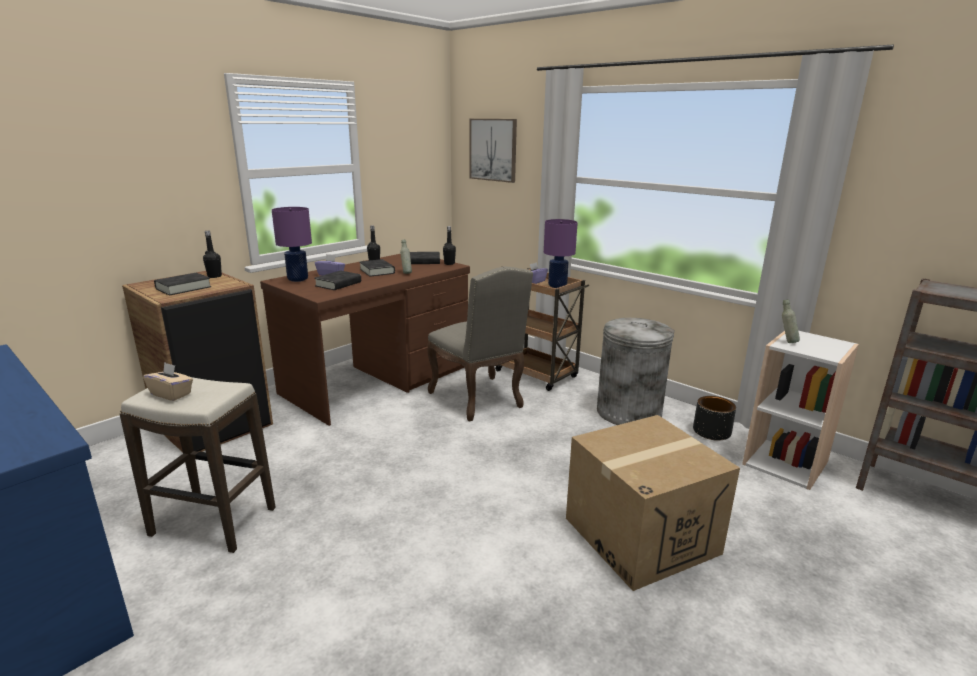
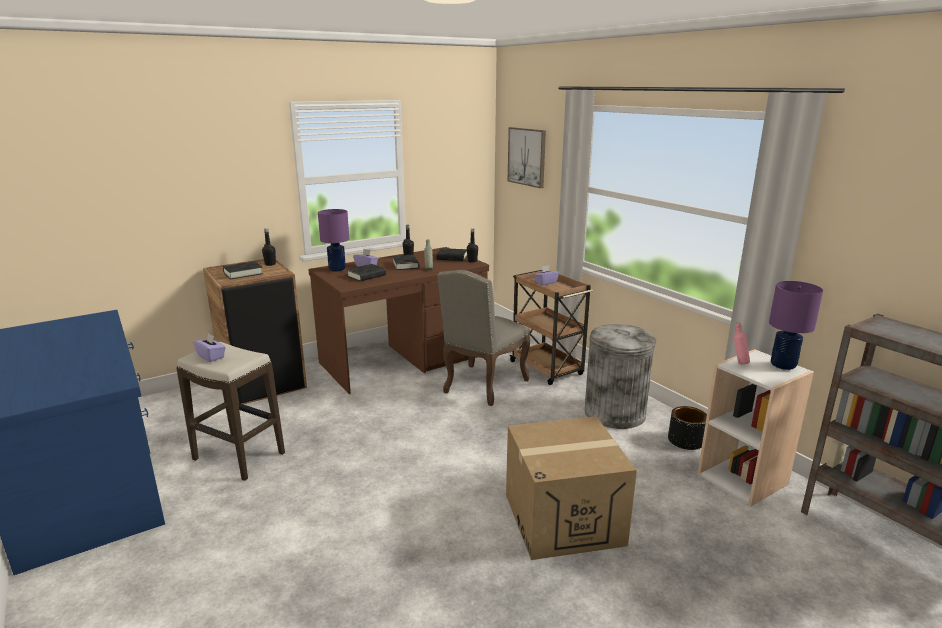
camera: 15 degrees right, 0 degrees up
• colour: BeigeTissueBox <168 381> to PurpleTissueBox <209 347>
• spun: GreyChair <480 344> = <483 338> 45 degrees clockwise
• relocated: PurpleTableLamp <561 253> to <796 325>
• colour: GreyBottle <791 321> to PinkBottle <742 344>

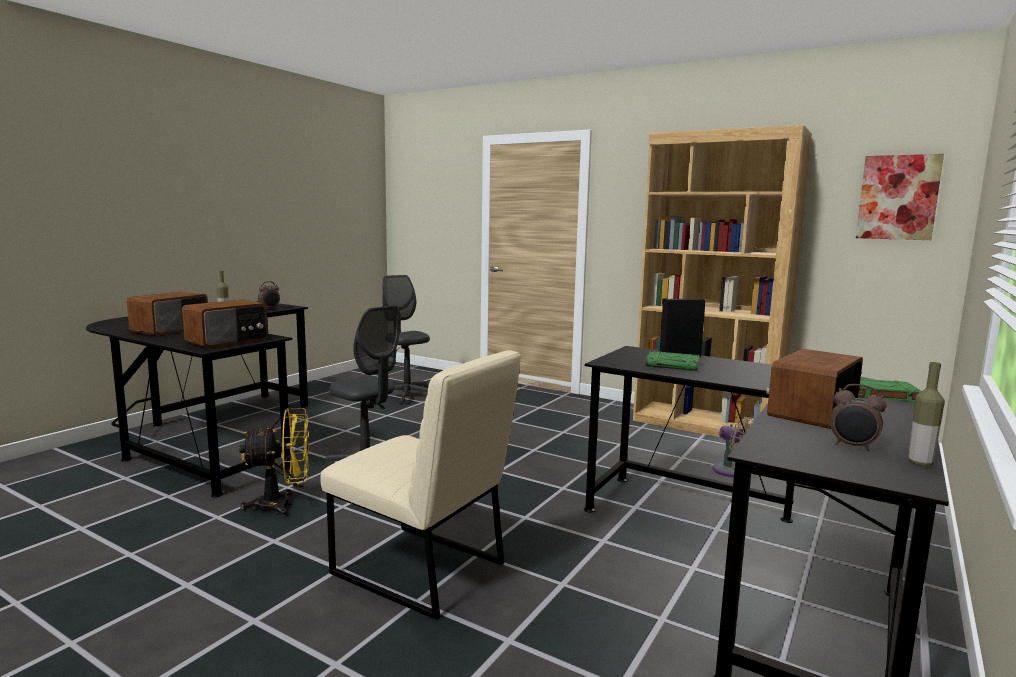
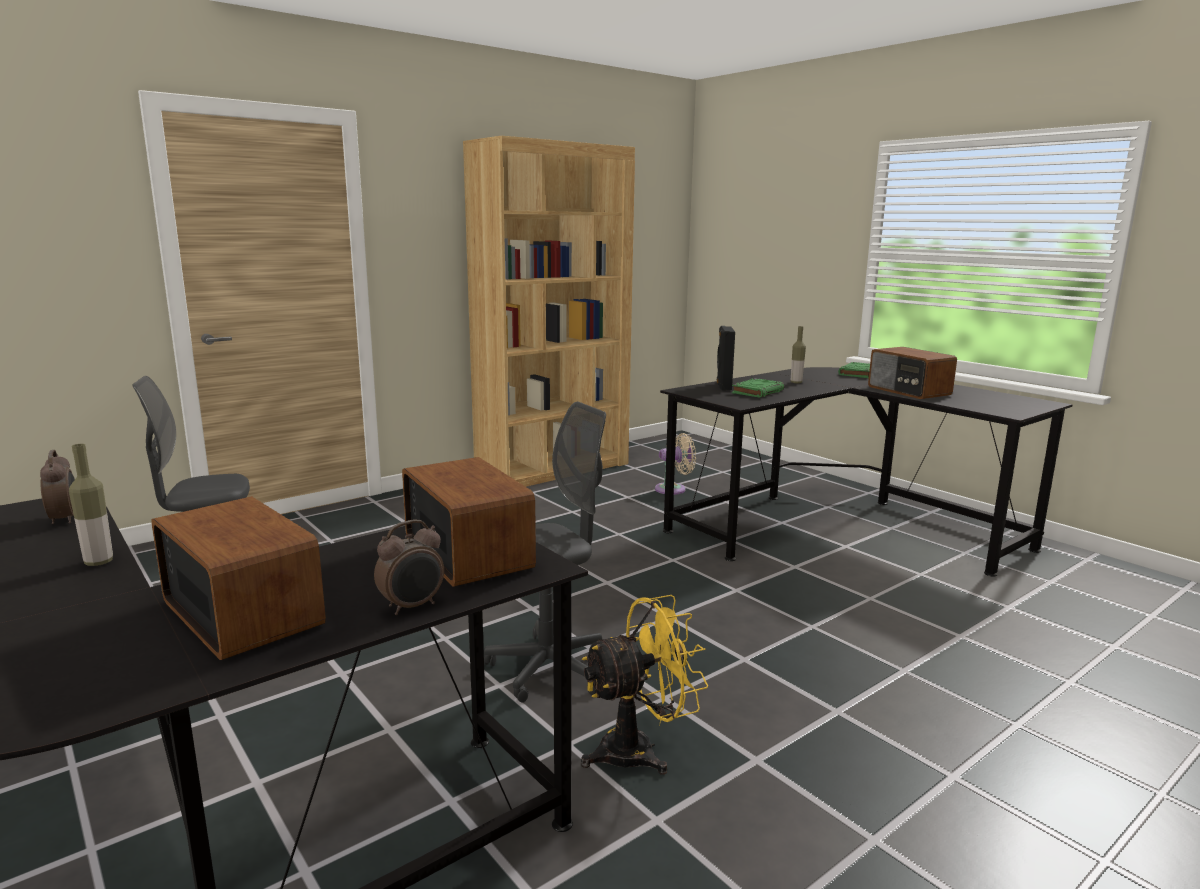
camera: 70 degrees left, 5 degrees up
• spun: YellowFan <274 462> = <644 685> 60 degrees clockwise
• missing: BeigeChair <420 485>
• relocated: AlarmClock <858 417> to <409 567>
• missing: Picture <900 197>
• relocated: Bottle <926 414> to <798 355>

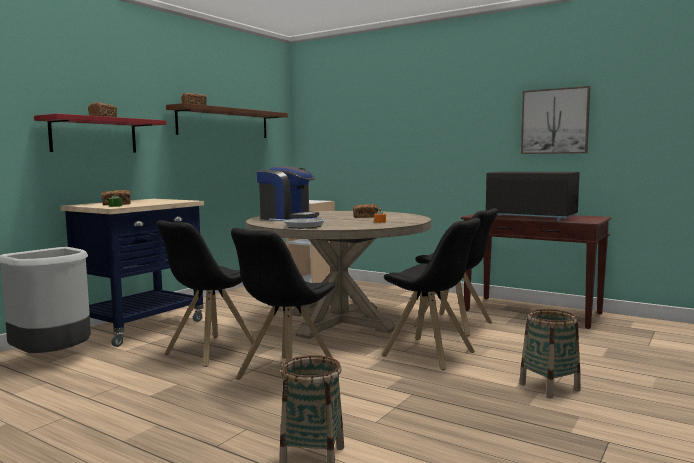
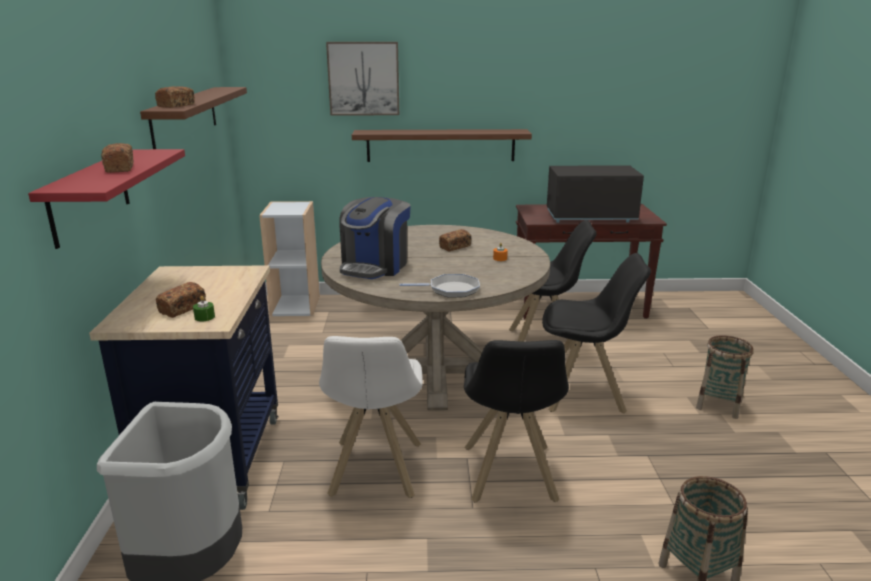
camera: 35 degrees left, 15 degrees up
• colour: BlackChair <207 293> to WhiteChair <371 417>
• spun: CoffeeMachine <287 193> = <375 238> 120 degrees clockwise
• relocated: Picture <555 120> to <362 79>
• appeared: BrownShelf <442 145>

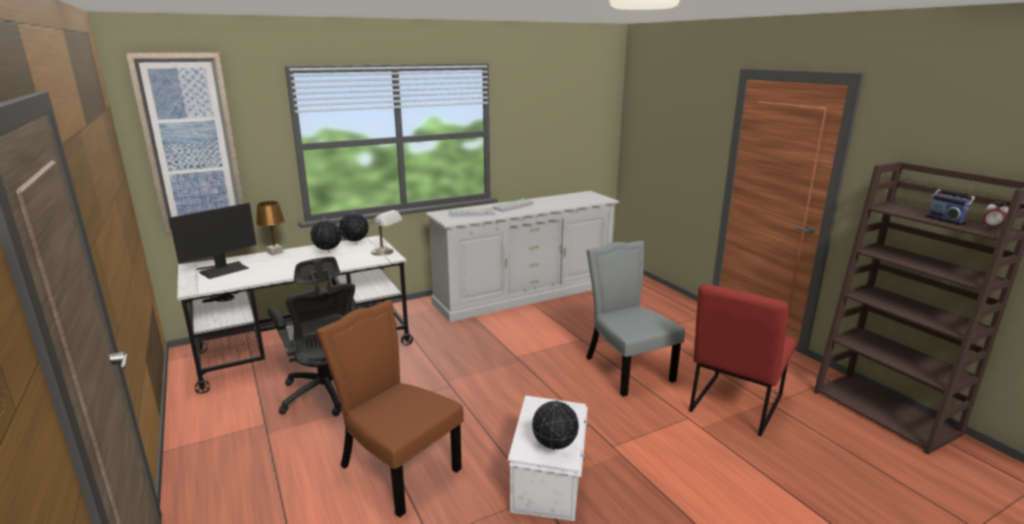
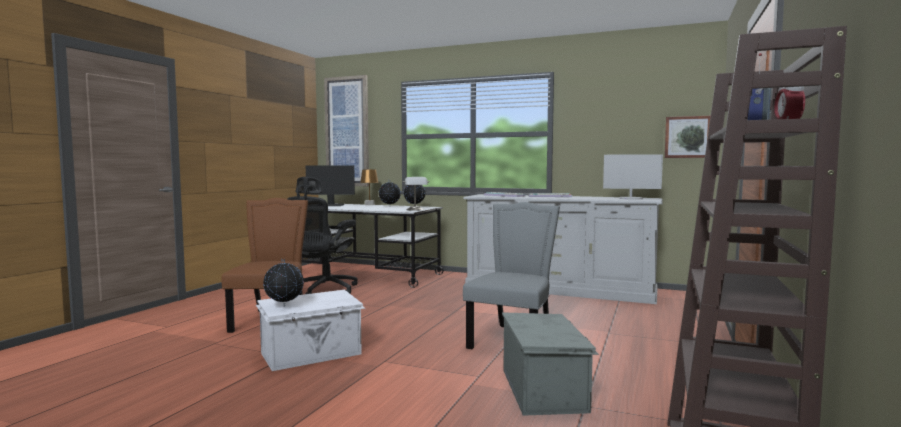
camera: 50 degrees right, 15 degrees down
• exchanged: RedChair <742 360> to GreyStorageBox <550 364>
• appeared: Monitor <633 177>
• appeared: Picture <688 137>

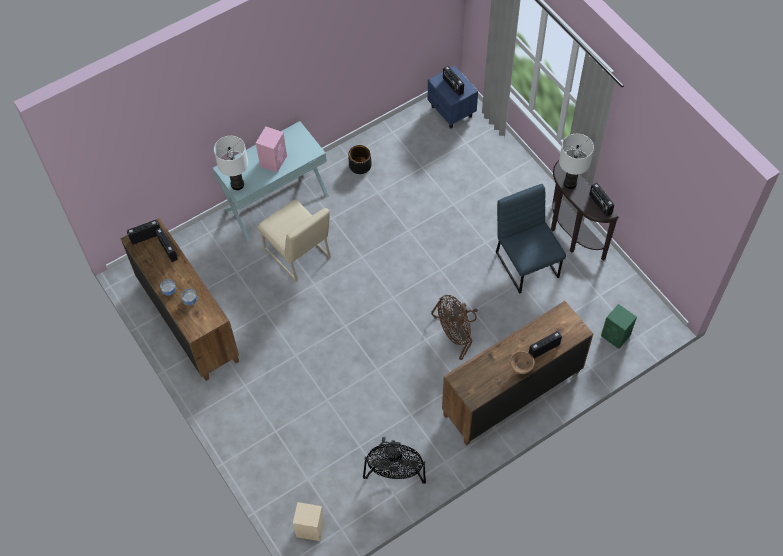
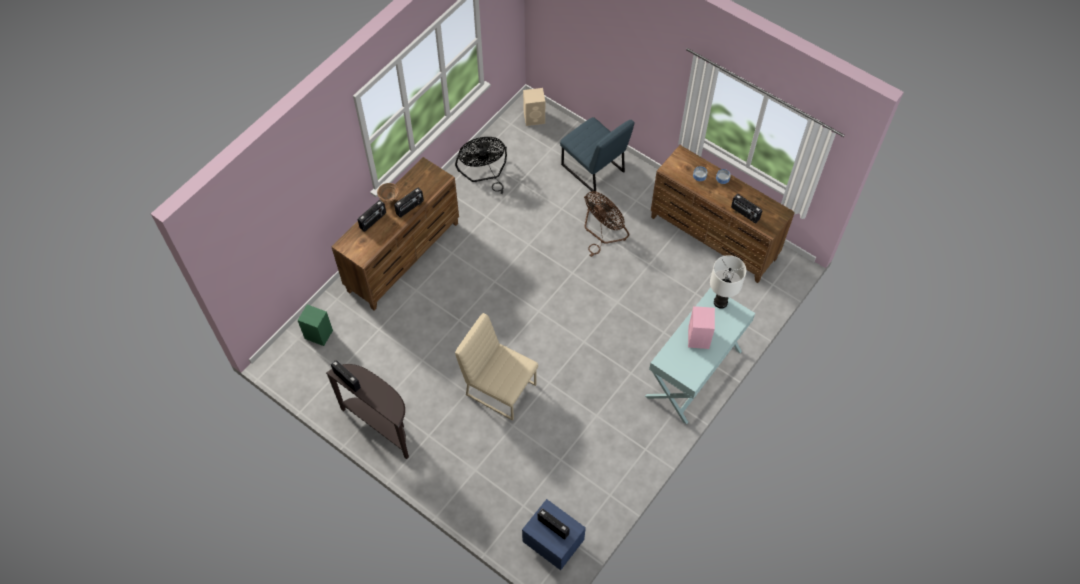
camera: 160 degrees right, 0 degrees up
• relocated: Radio <143 232> to <409 203>
• relocated: BeigeChair <294 241> to <496 367>
• missing: BlackPlanter <360 159>
• relocated: BrownFan <454 327> to <607 224>
• relocated: BlueChair <531 238> to <597 155>
• missing: WhiteTableLamp <576 161>

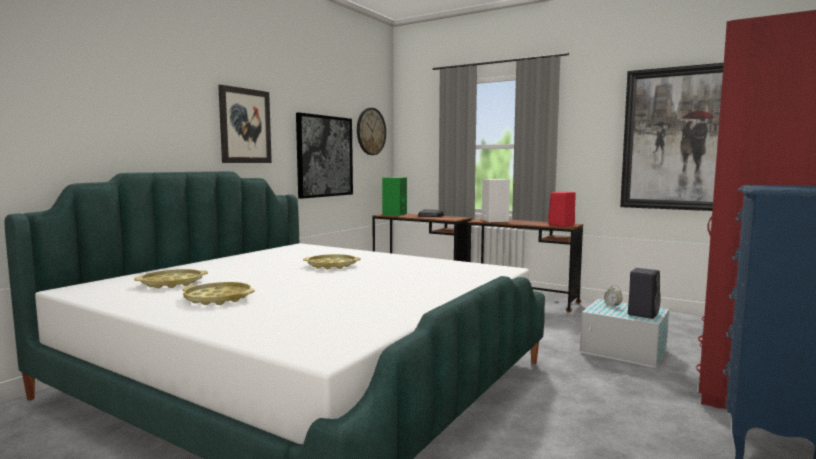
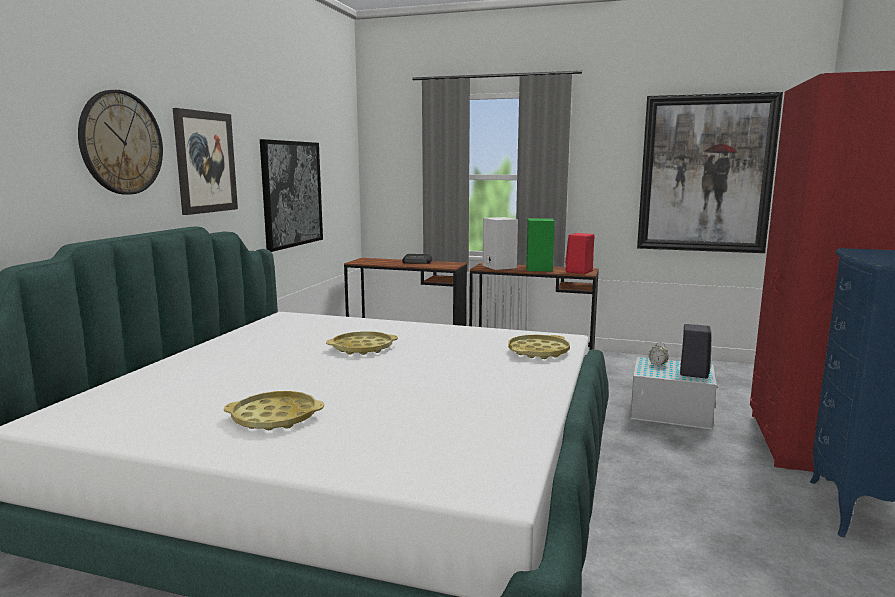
camera: 15 degrees left, 5 degrees up
• relocated: YellowTray <171 279> to <539 347>
• relocated: WallClock <371 131> to <120 142>
• relocated: GreenSpeaker <394 196> to <540 244>

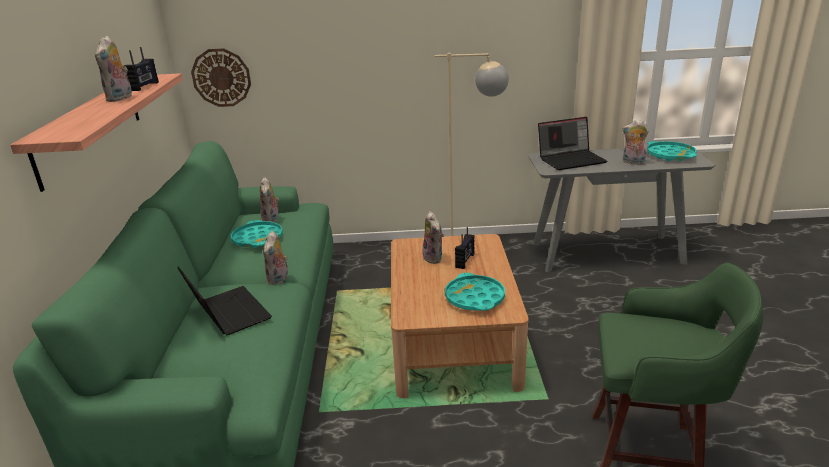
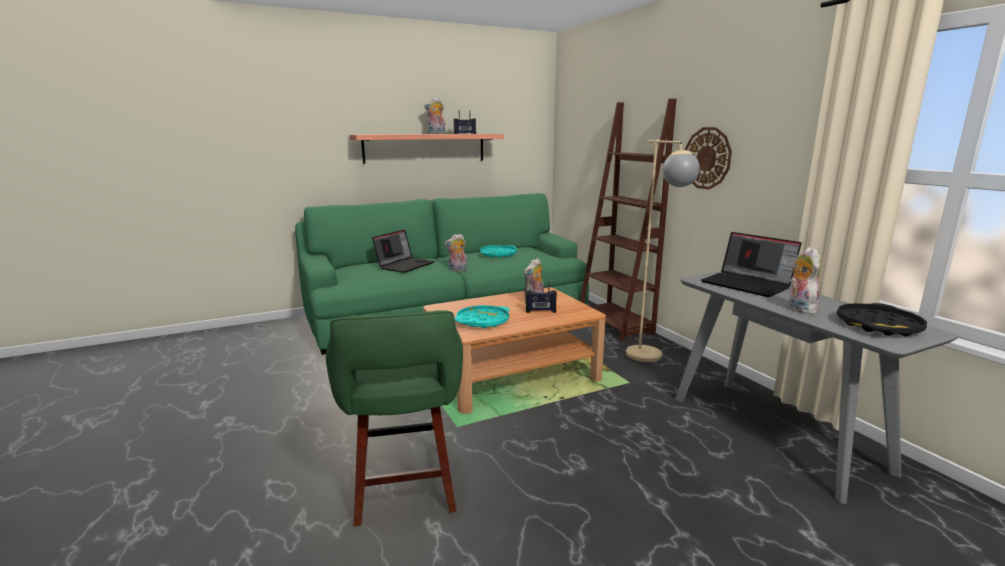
camera: 65 degrees right, 10 degrees down
• relocated: WallClock <221 77> to <708 158>
• missing: PlushToy <269 200>
• colour: TurquoiseTray <672 151> to BlackTray <882 319>
• appeared: BrownBookcase <628 220>

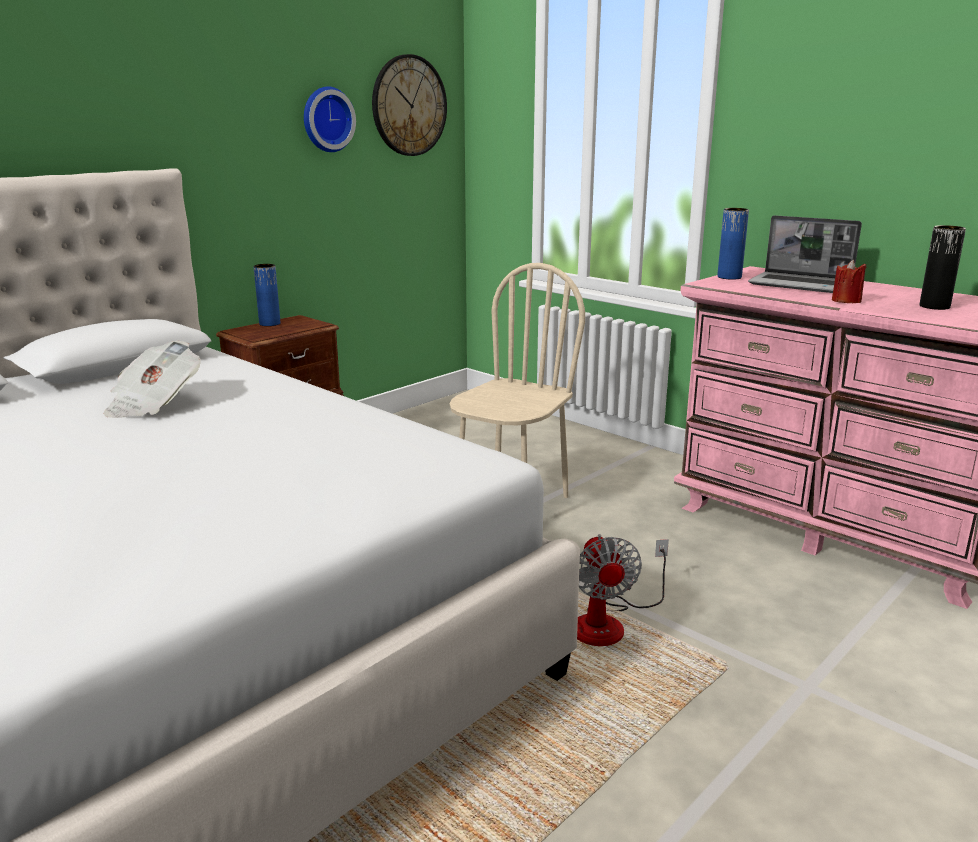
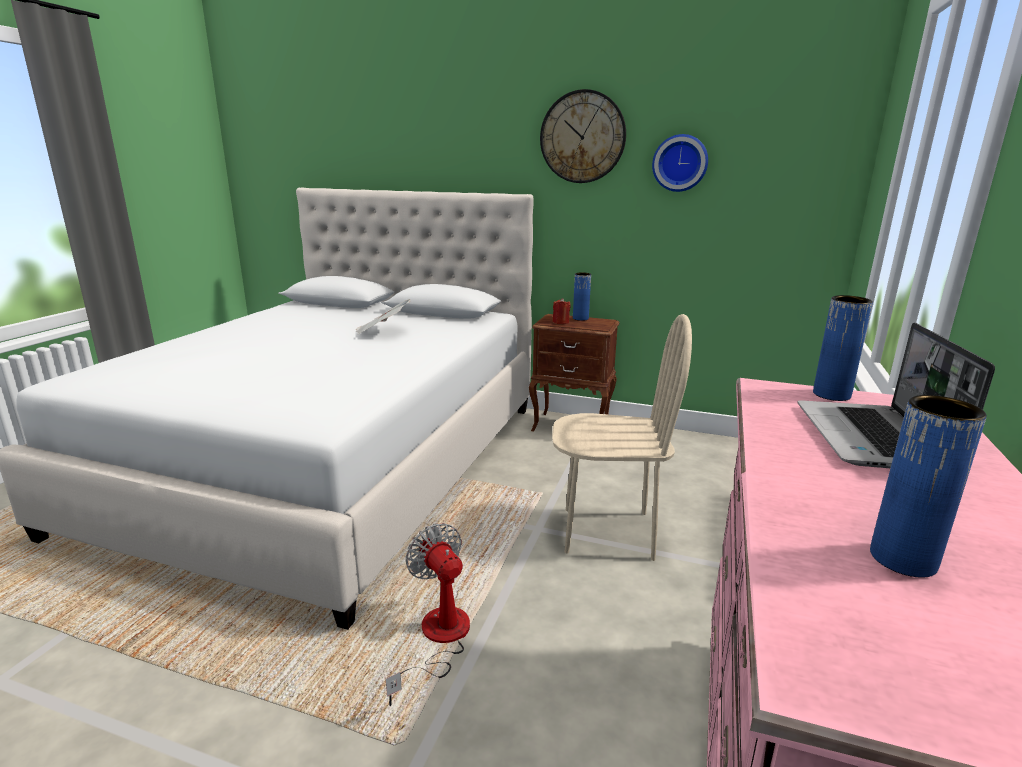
camera: 65 degrees right, 0 degrees up
• relocated: WallClock <409 105> to <583 136>
• spun: Fan <623 590> = <428 614> 90 degrees clockwise
• relocated: RedCandle <849 281> to <562 311>
• colour: BlackVase <943 267> to BlueVase <928 486>

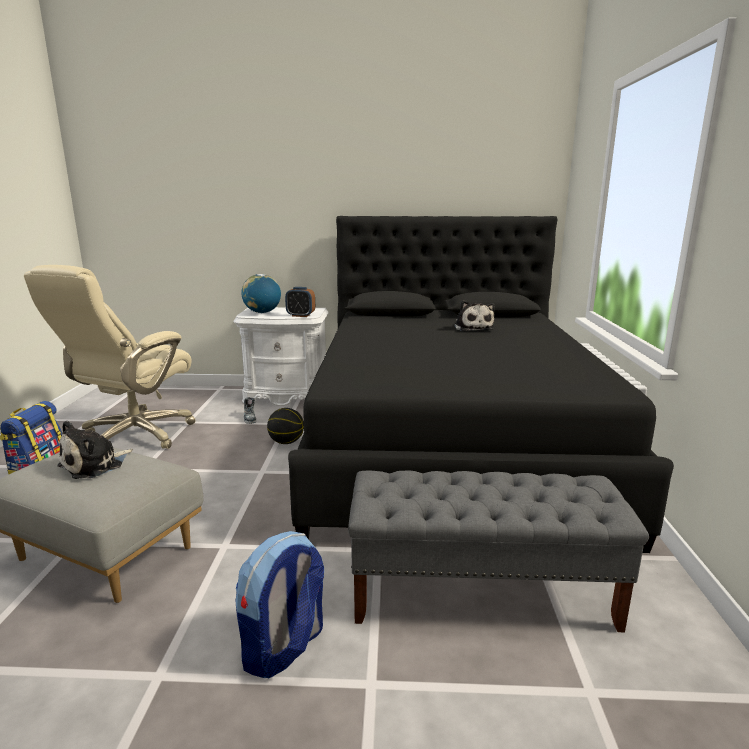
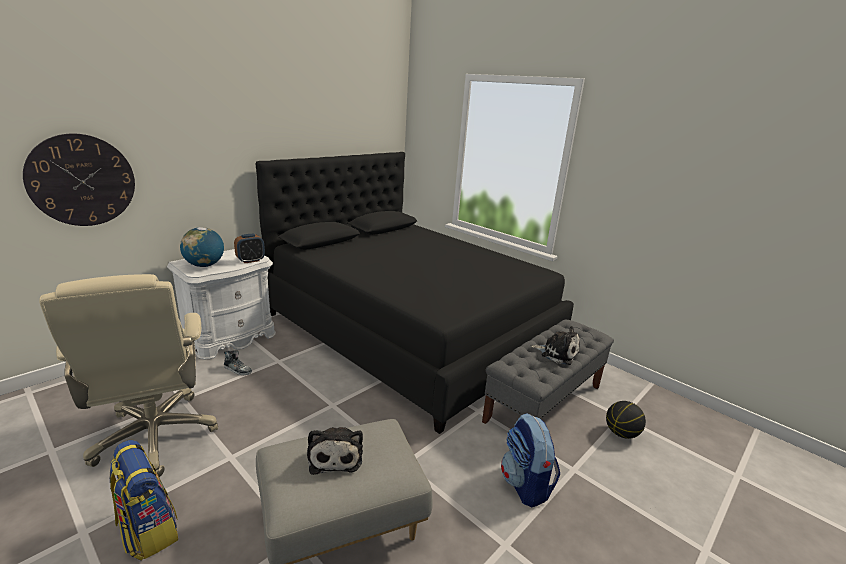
camera: 50 degrees left, 5 degrees up
• relocated: Basketball <285 426> to <626 420>
• relocated: PlushToy <474 315> to <555 345>
• appeared: WallClock <79 179>

